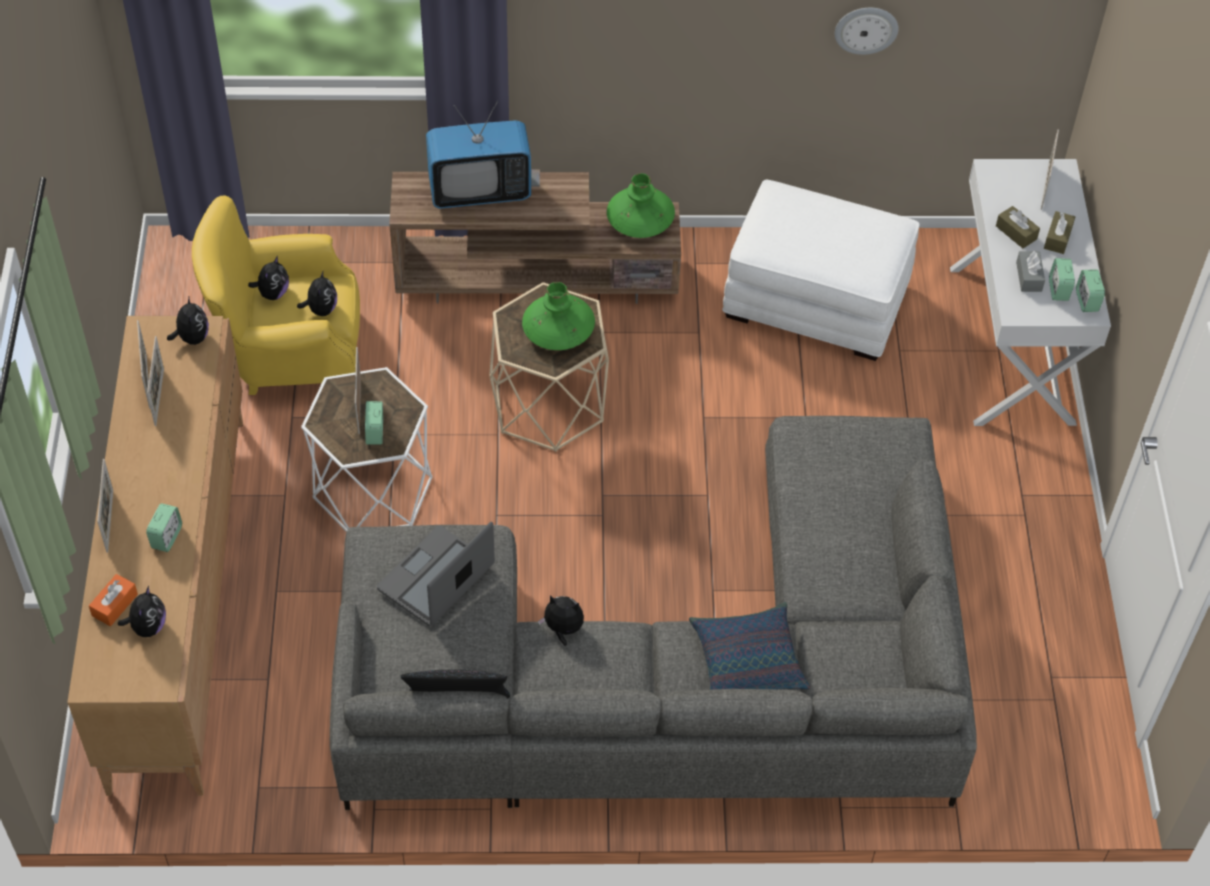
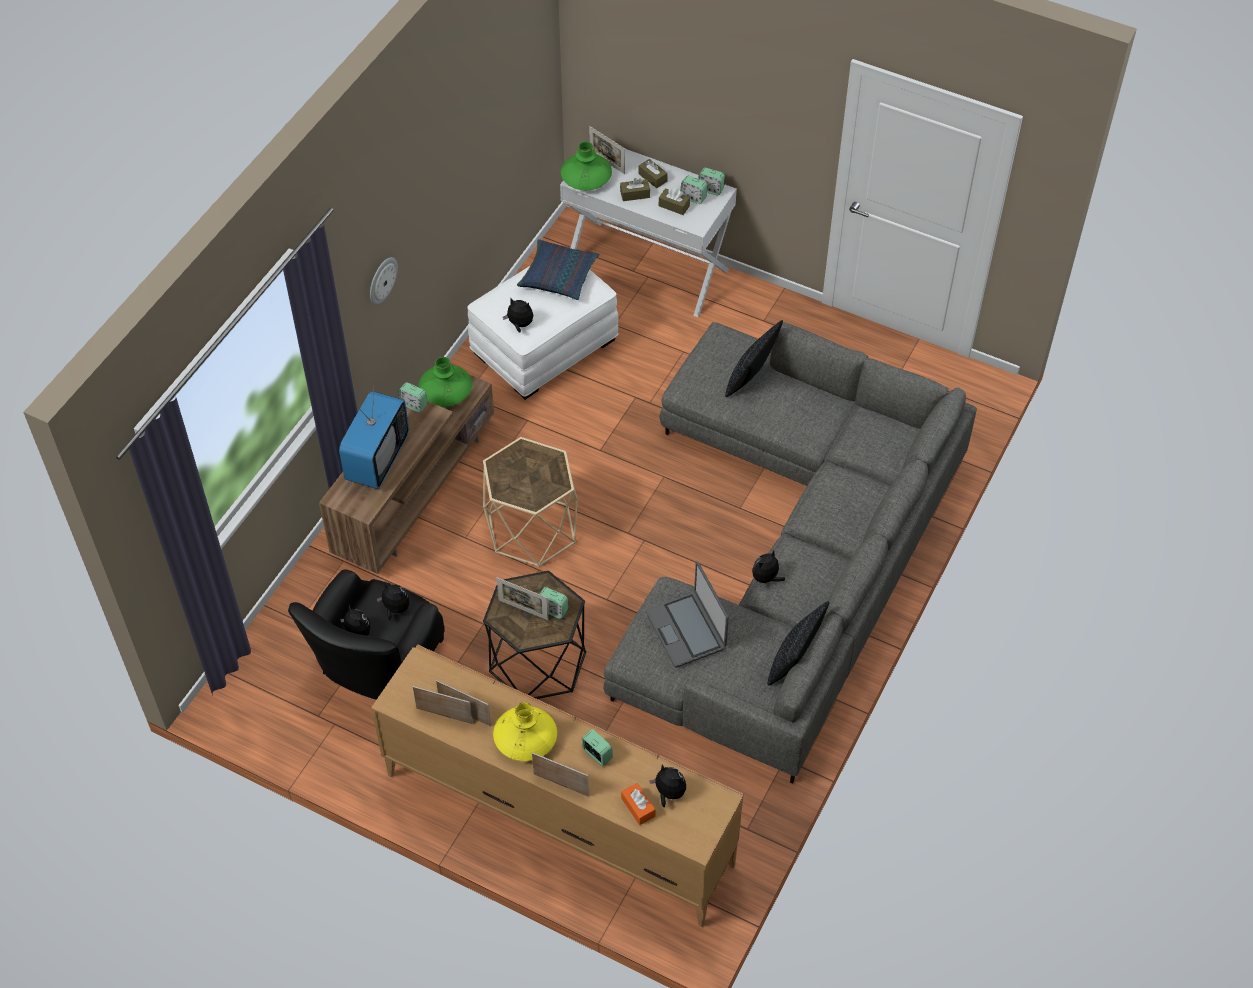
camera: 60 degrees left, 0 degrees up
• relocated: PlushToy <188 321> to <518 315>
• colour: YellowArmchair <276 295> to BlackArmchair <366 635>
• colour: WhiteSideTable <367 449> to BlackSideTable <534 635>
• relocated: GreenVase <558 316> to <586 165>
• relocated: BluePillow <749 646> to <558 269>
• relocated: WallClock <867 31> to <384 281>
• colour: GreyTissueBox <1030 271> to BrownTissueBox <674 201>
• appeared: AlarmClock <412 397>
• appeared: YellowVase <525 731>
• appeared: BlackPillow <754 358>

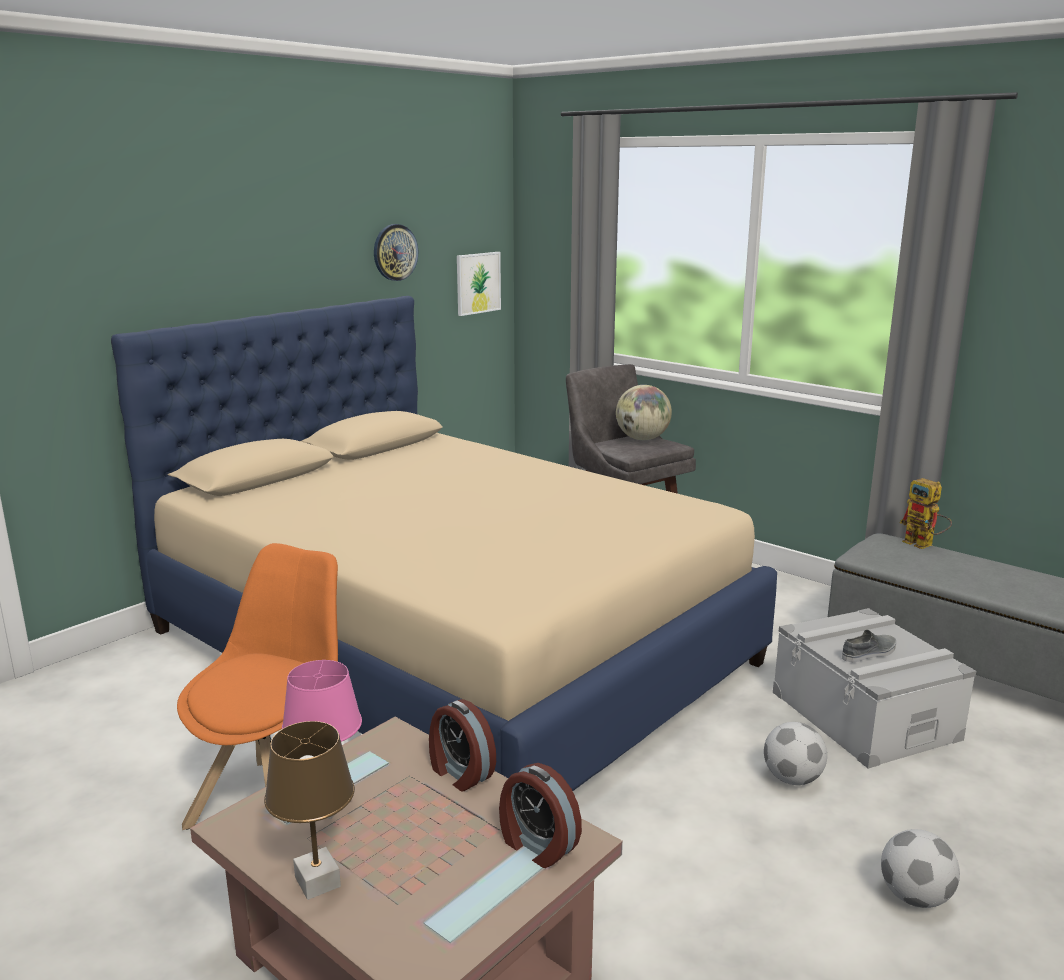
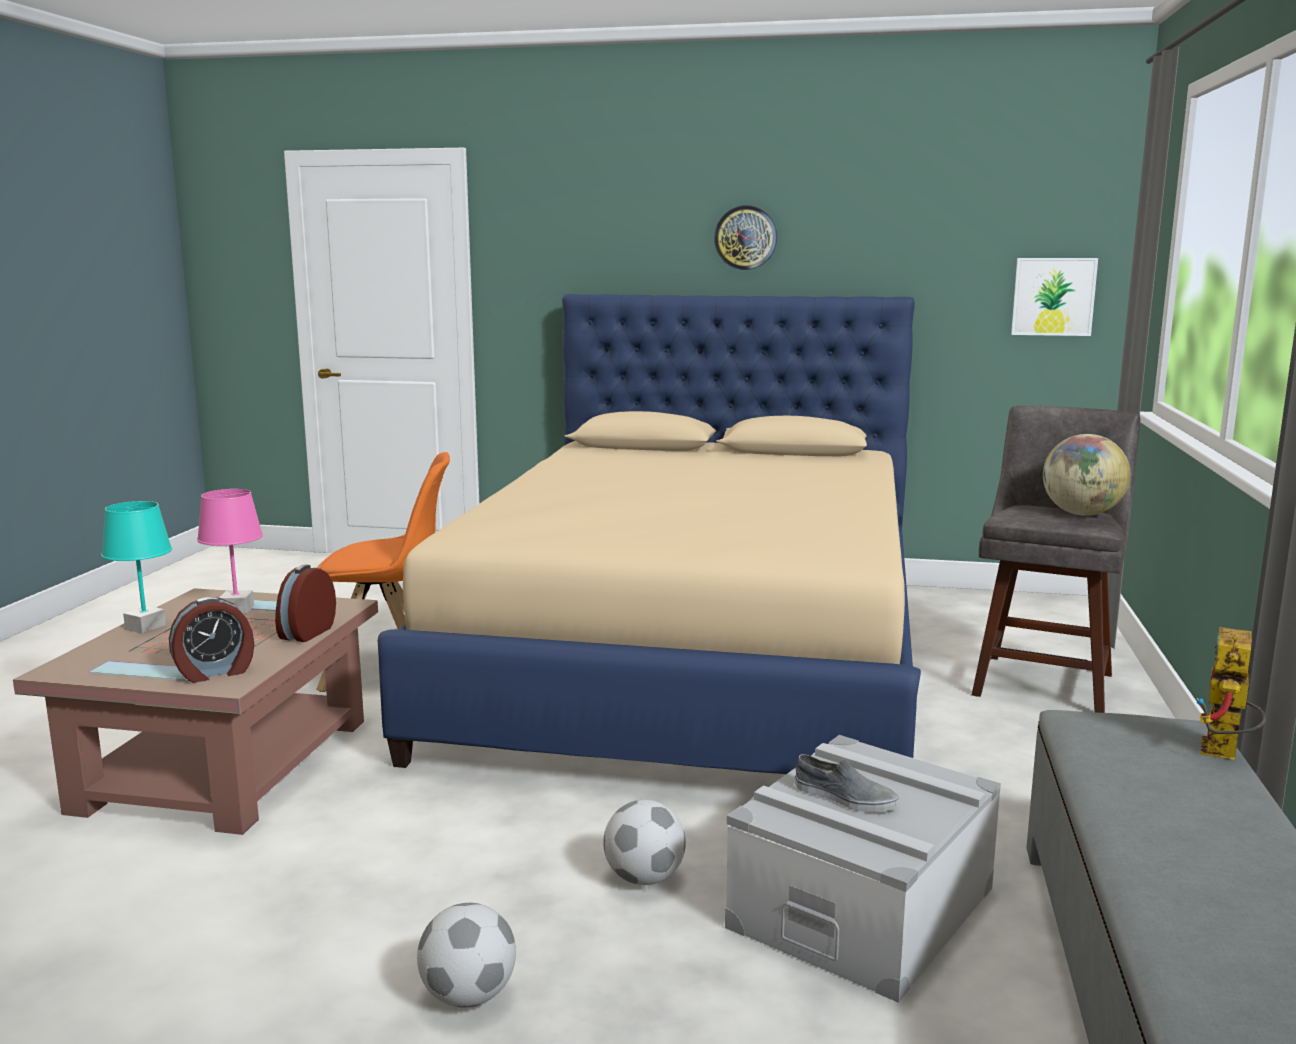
camera: 60 degrees right, 5 degrees down
• colour: BrownTableLamp <309 810> to TurquoiseTableLamp <136 567>
• relocated: WallClock <396 252> to <745 237>
• spun: AlarmClock <540 815> = <211 640> 135 degrees counterclockwise

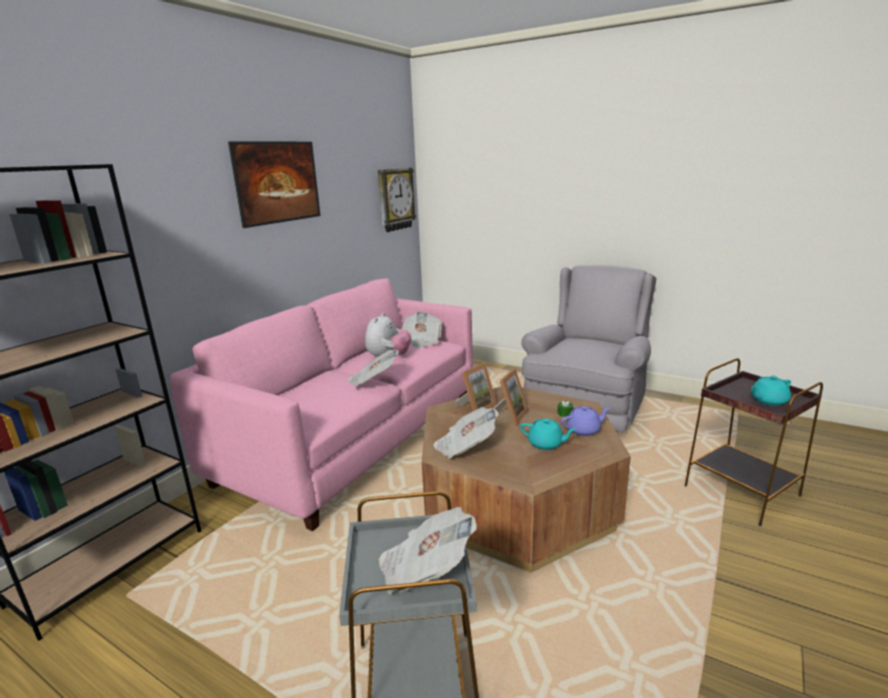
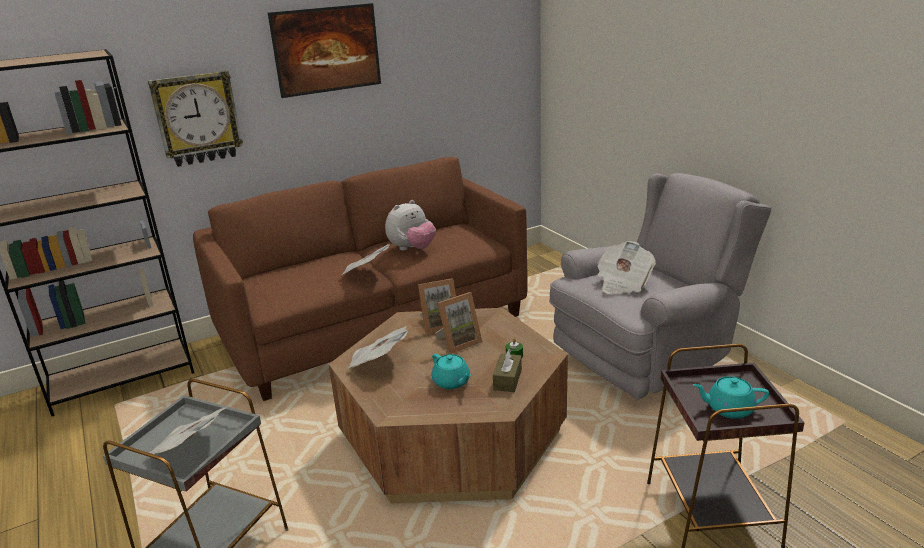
camera: 30 degrees right, 5 degrees up
• colour: PinkSofa <321 404> to BrownSofa <360 279>
• relocated: WallClock <397 200> to <195 119>
• relocated: Newspaper <421 330> to <626 267>
• exchanged: PurpleTeapot <585 421> to BrownTissueBox <507 370>

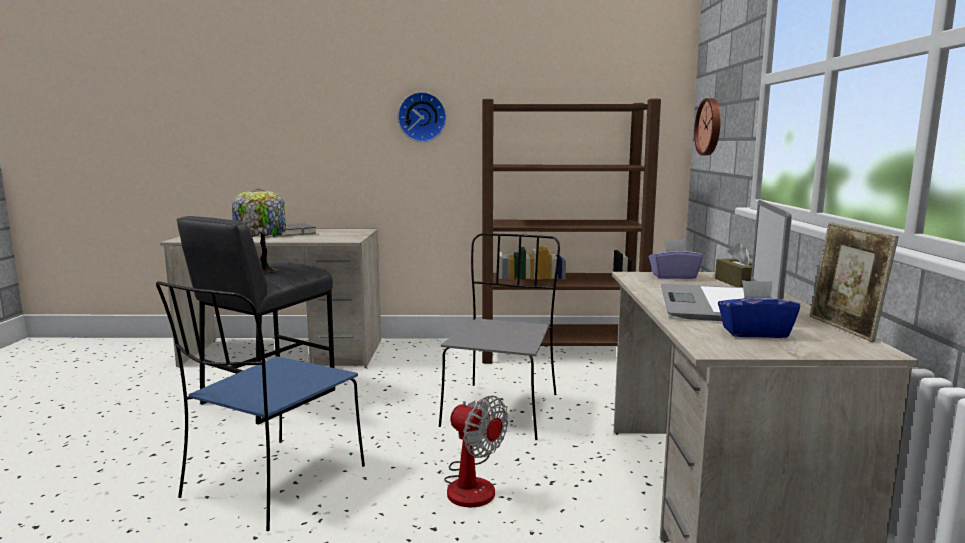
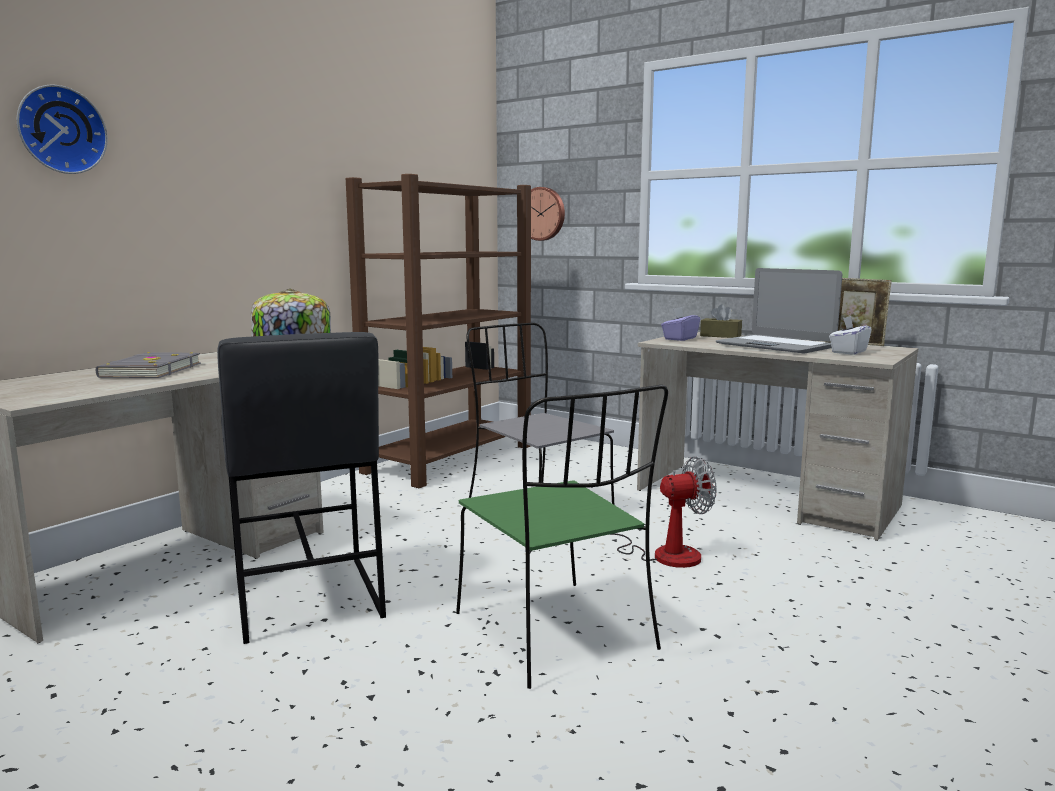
camera: 55 degrees left, 0 degrees up
• colour: BlueChair <260 406> to GreenChair <562 537>
• relocated: WallClock <422 117> to <62 129>
• colour: BlueTissueBox <759 309> to WhiteTissueBox <850 335>

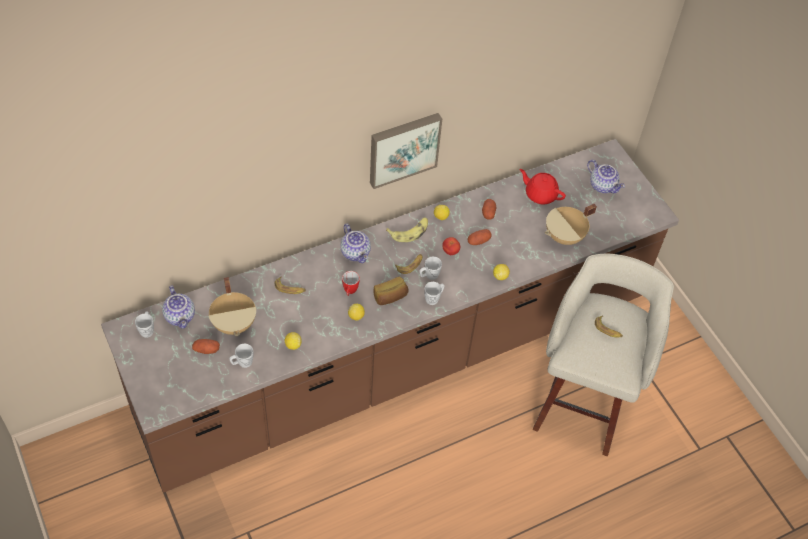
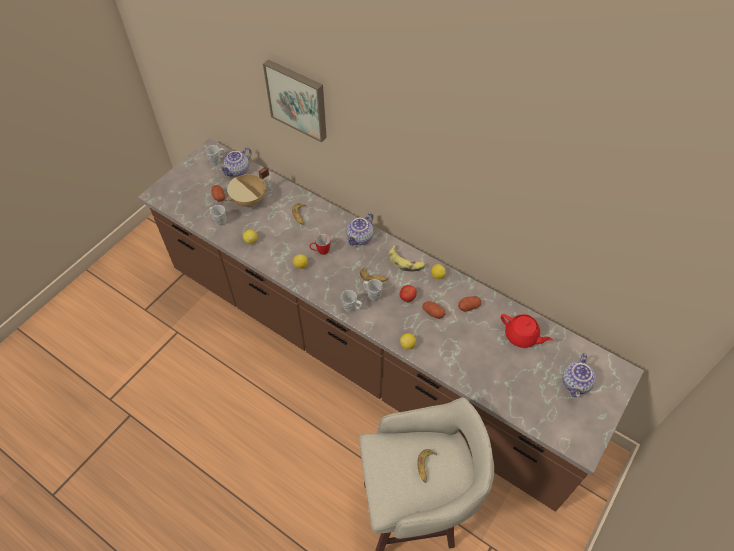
camera: 65 degrees right, 0 degrees up
• relocated: Picture <406 151> to <295 101>
• missing: Bread <391 290>
• spun: RedTeapot <543 186> = <527 331> 120 degrees clockwise
• missing: BeigeCookingPot <571 224>

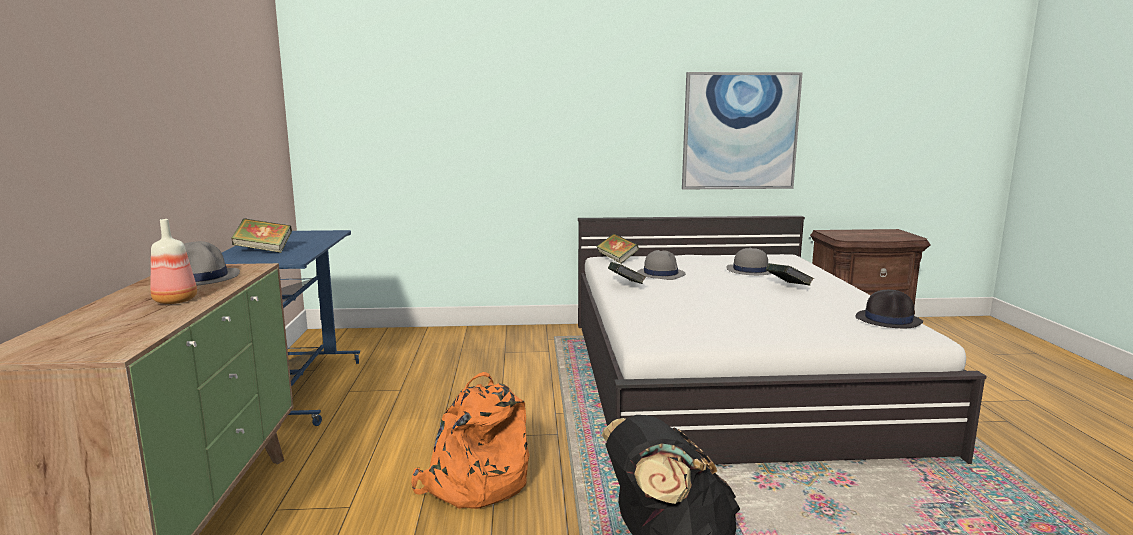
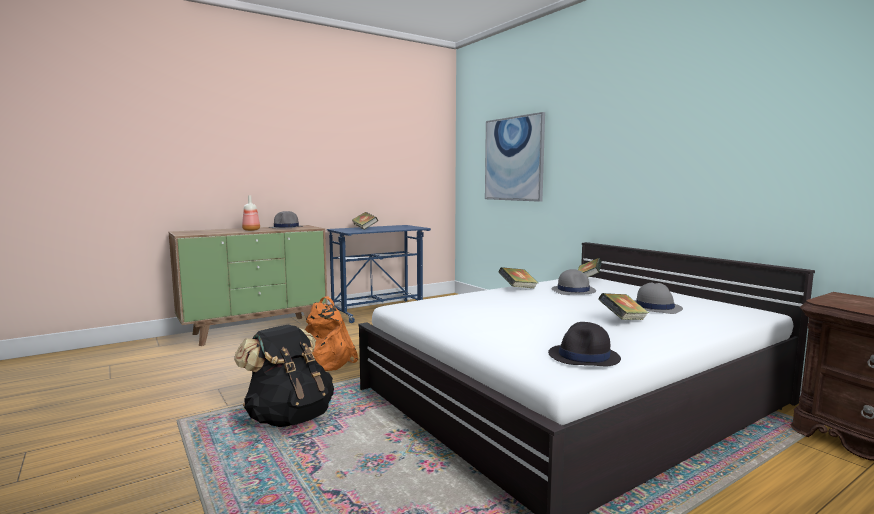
camera: 60 degrees right, 5 degrees down
• relocated: Picture <742 130> to <515 157>

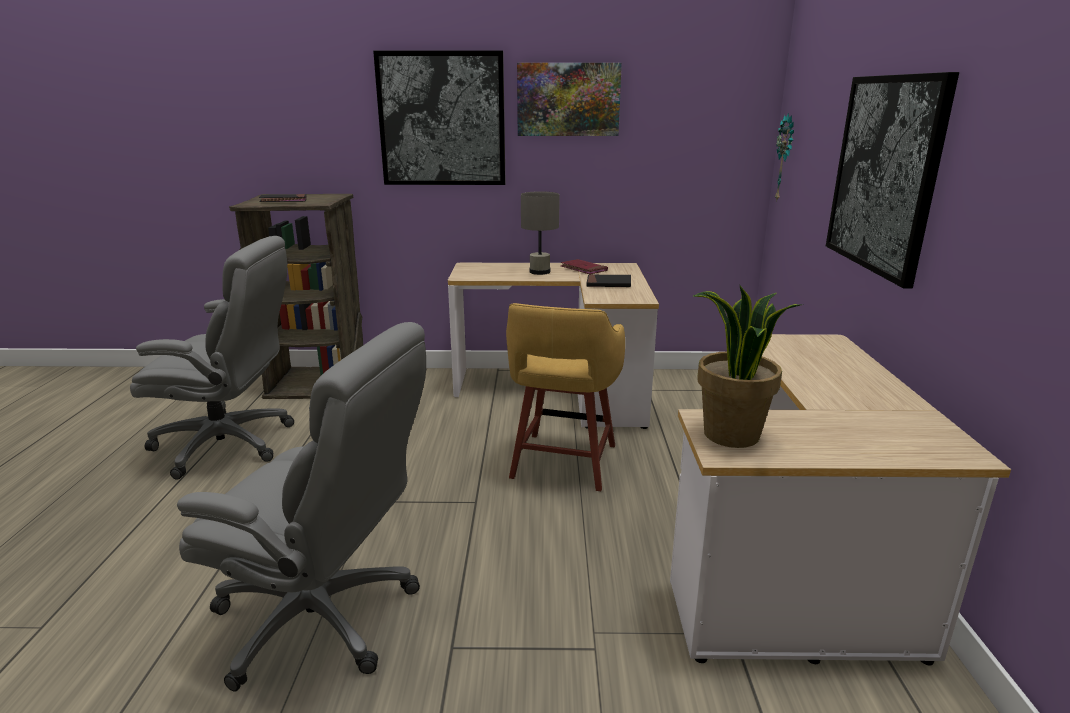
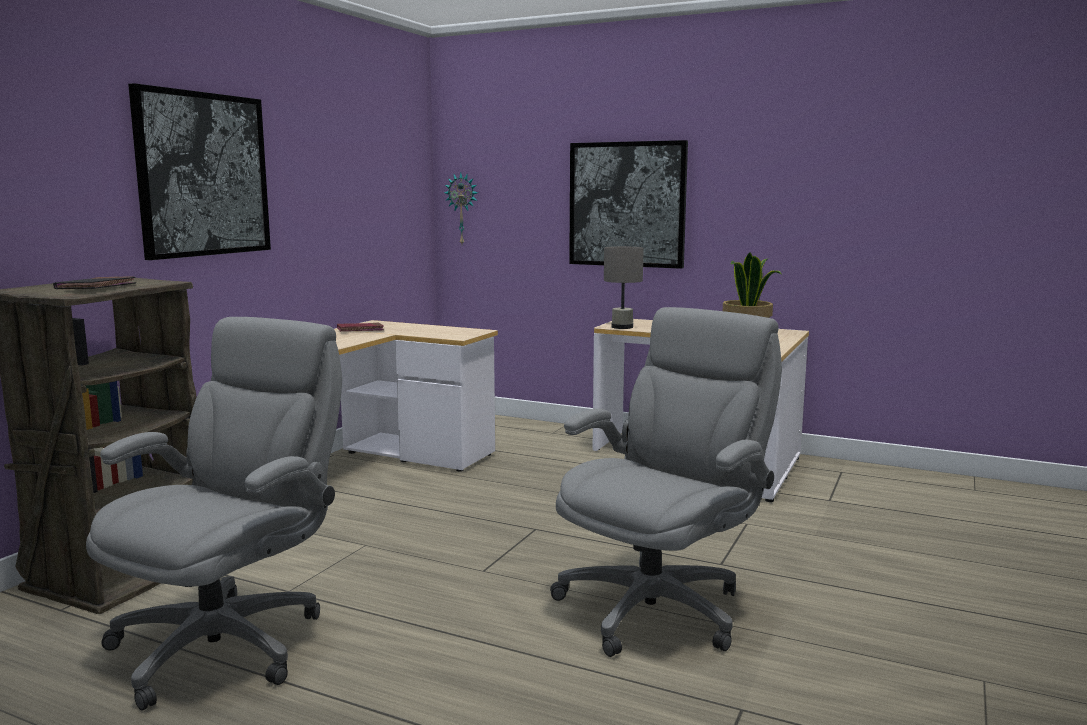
camera: 65 degrees left, 10 degrees down
• missing: YellowStool <565 397>
• missing: Picture <569 99>
• relocated: GreyTableLamp <540 233> to <623 287>
• missing: BlackBook <608 280>

